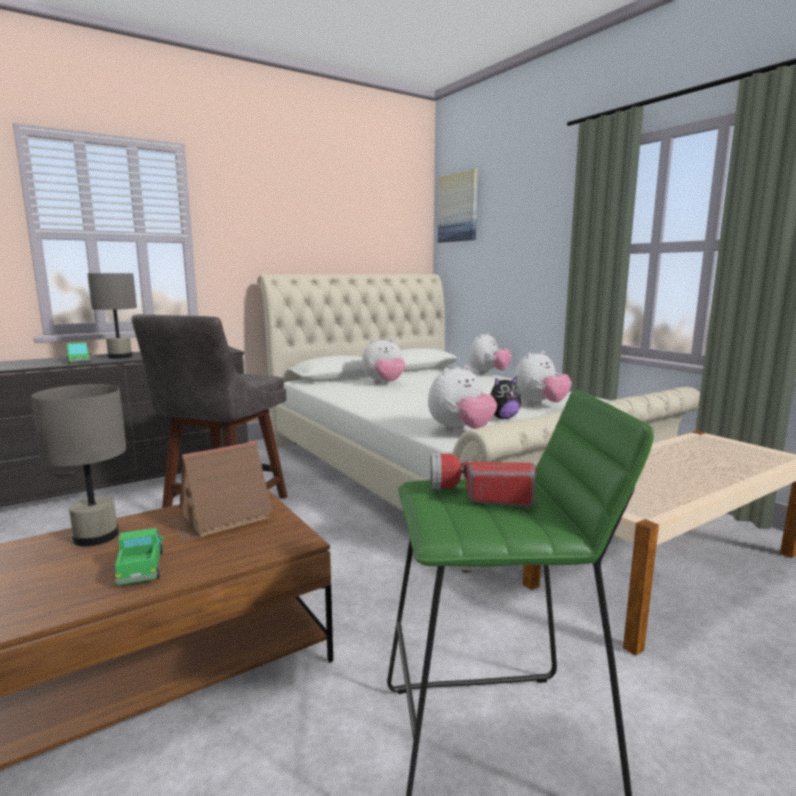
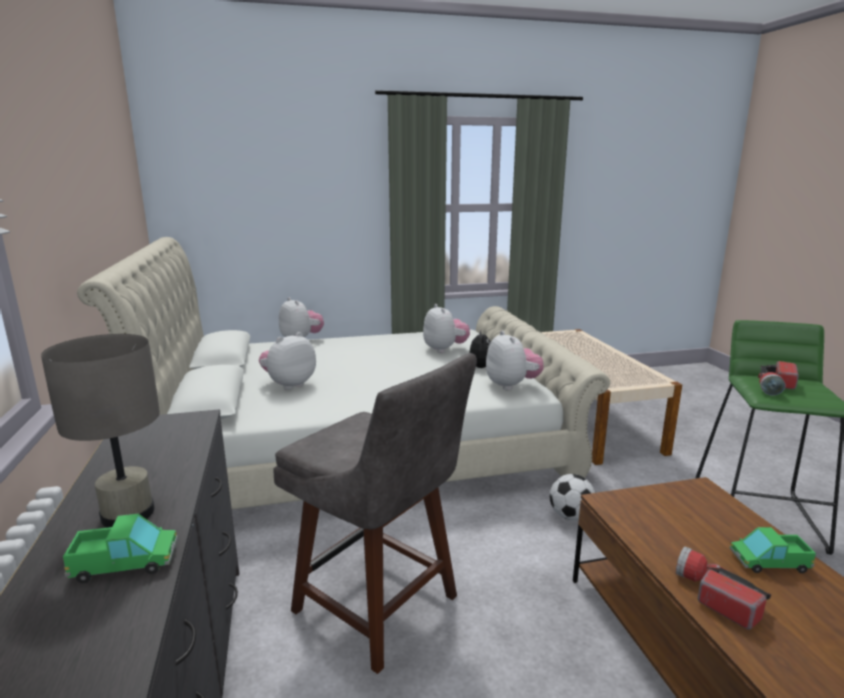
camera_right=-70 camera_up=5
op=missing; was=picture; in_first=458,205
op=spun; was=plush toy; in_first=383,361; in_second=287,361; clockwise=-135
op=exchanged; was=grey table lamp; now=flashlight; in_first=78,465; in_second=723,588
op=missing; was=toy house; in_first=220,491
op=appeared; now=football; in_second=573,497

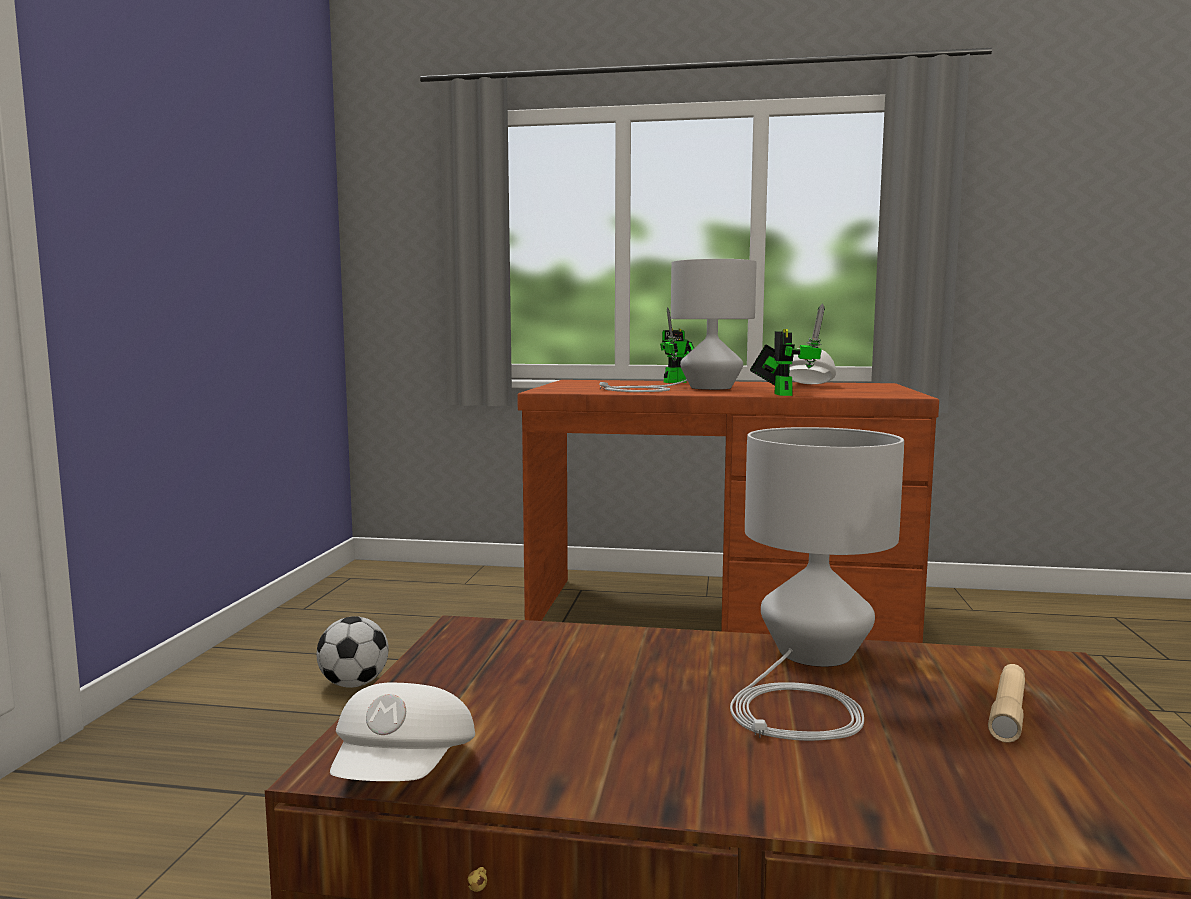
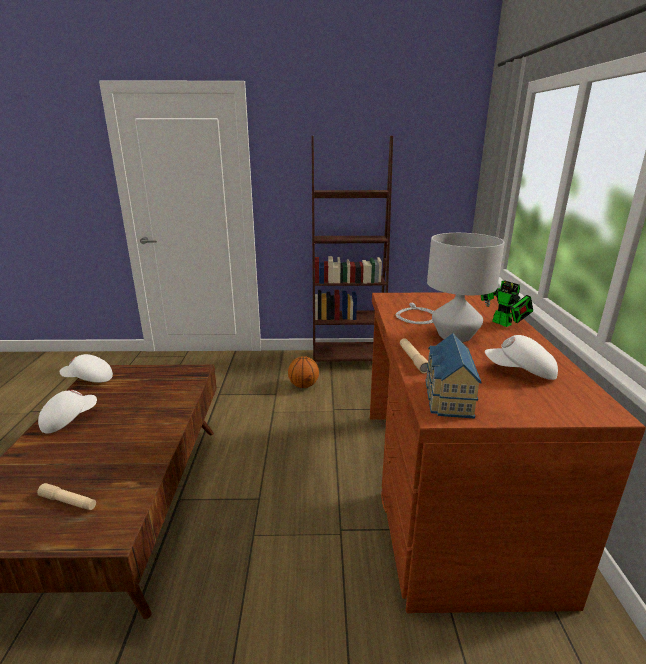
camera_right=80 camera_up=15
op=exchanged; was=toy robot; now=beige flashlight; in_first=787,349; in_second=414,356
op=missing; was=grey table lamp; in_first=817,584
op=exchanged; was=football; now=basketball; in_first=352,652; in_second=303,372
op=appeared; now=brown bookcase; in_second=352,249
op=appeared; now=toy house; in_second=453,376
op=appeared; now=white cap; in_second=67,412

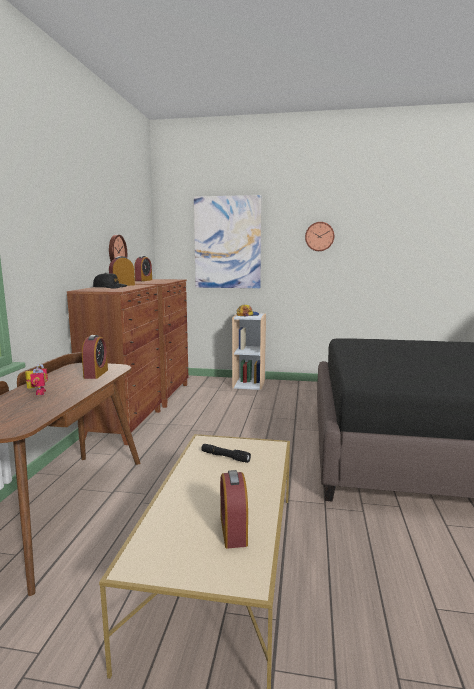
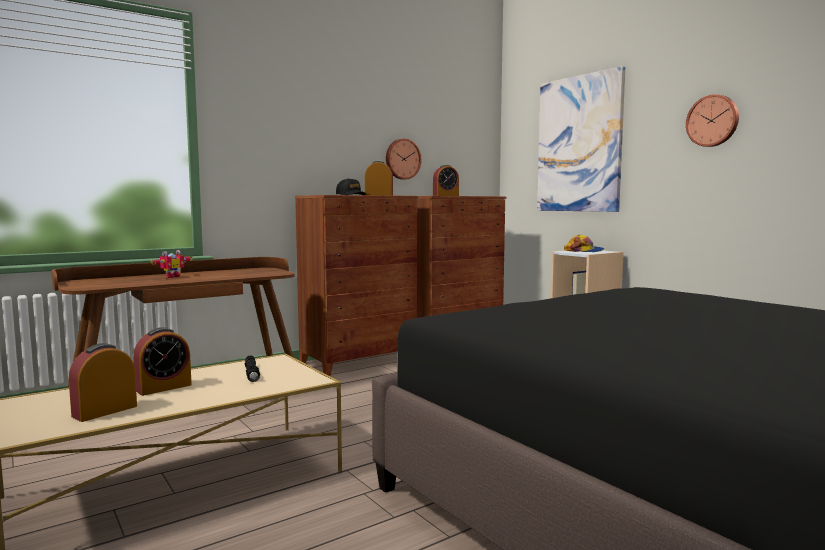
camera_right=45 camera_up=-5
op=relocated; was=alarm clock; in_first=95,357; in_second=162,361

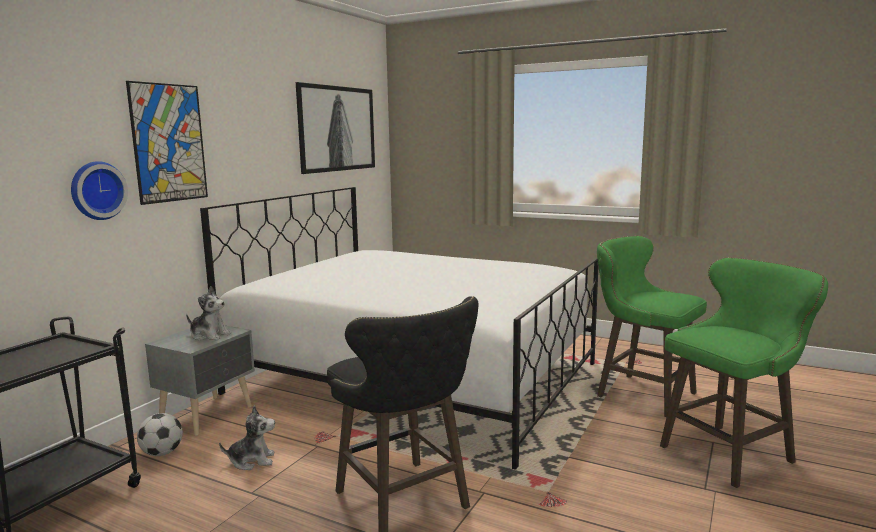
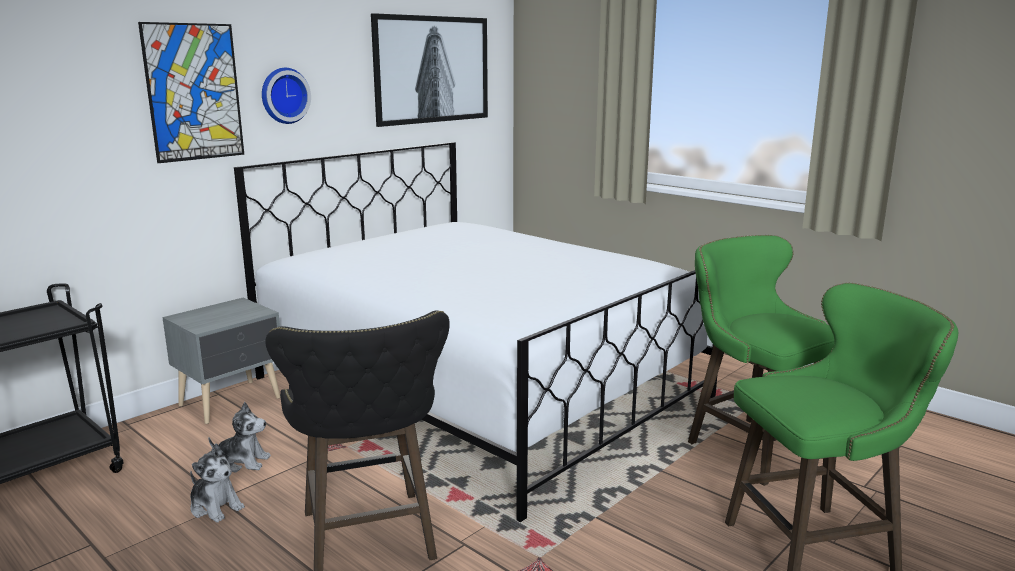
camera_right=15 camera_up=5
op=relocated; was=wall clock; in_first=99,190; in_second=286,96
op=relocated; was=plush toy; in_first=208,313; in_second=217,483
op=missing; was=football; in_first=160,434

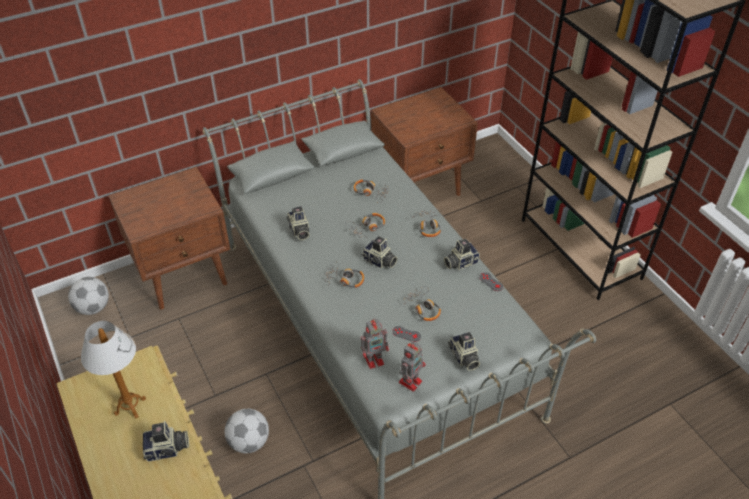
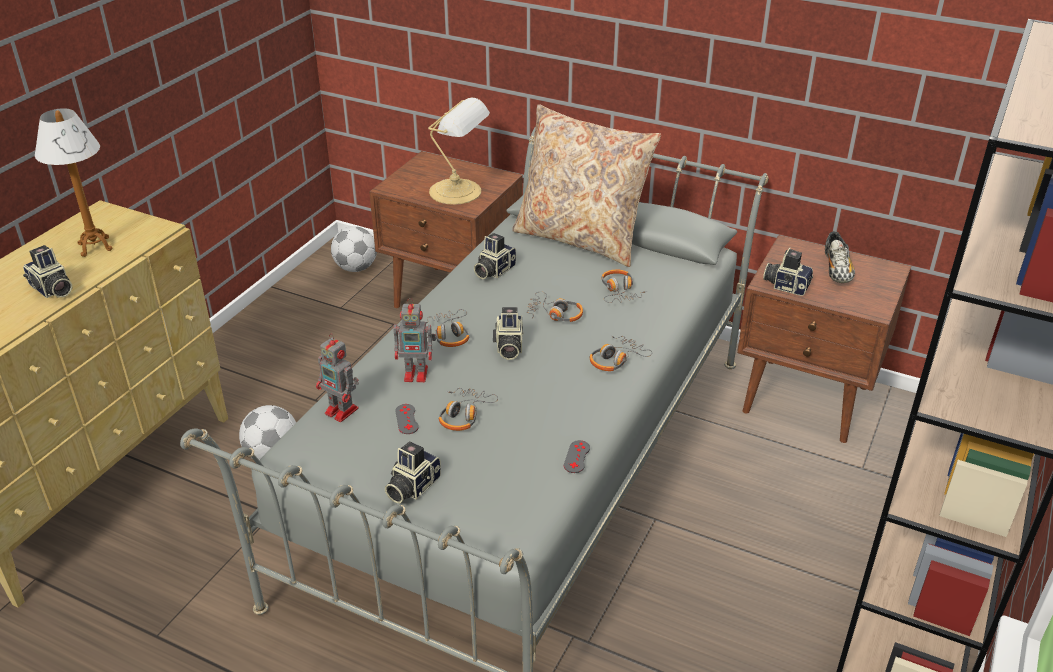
camera_right=55 camera_up=-10
op=relocated; was=photo camera; in_first=462,254; in_second=788,271
op=relocated; was=toy robot; in_first=412,366; in_second=414,340
op=appeared; now=table lamp; in_second=459,151
op=appeared; now=beige pillow; in_second=586,185
op=appeared; now=shoe; in_second=840,257

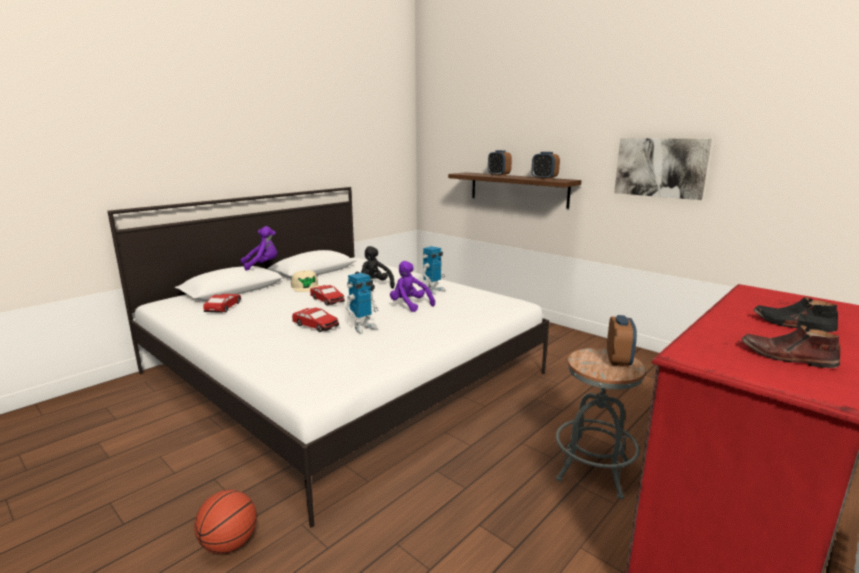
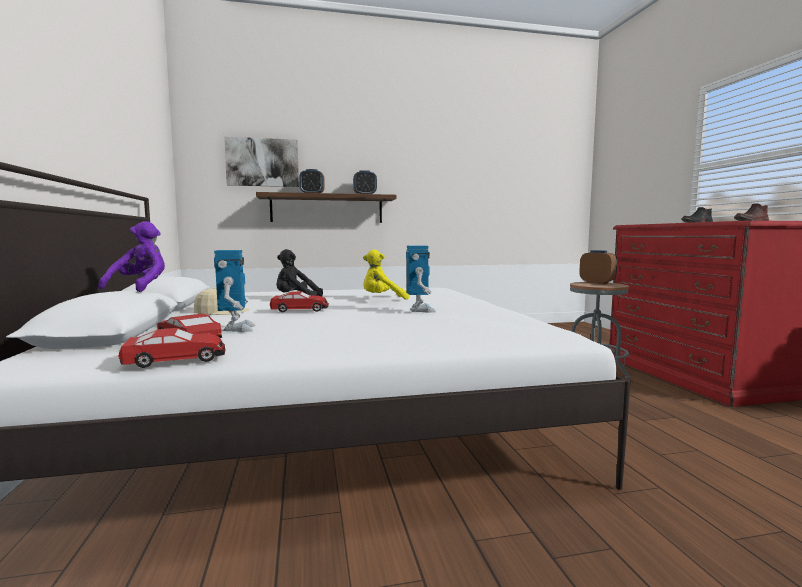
camera_right=-55 camera_up=-10
op=relocated; was=picture; in_first=663,169; in_second=261,161
op=relocated; was=toy robot; in_first=434,270; in_second=235,291
op=colour; was=purple plush toy; now=yellow plush toy; in_first=412,286; in_second=386,274
op=relocated; was=toy car; in_first=315,319; in_second=171,348
op=missing; was=basketball; in_first=225,522

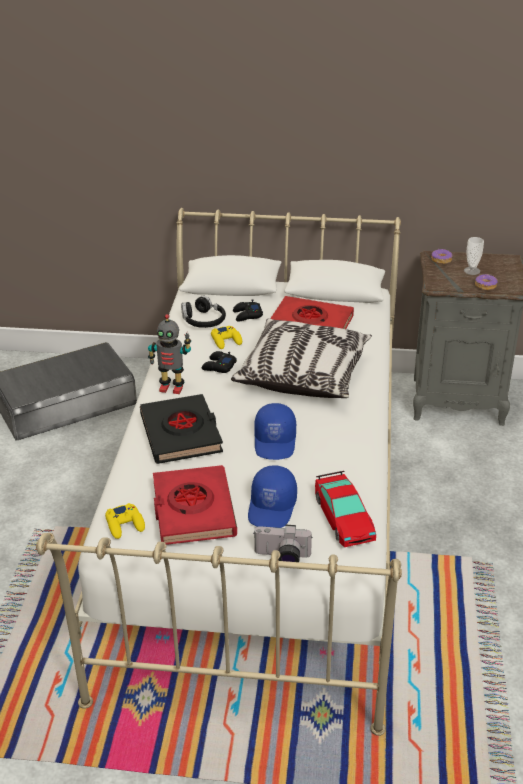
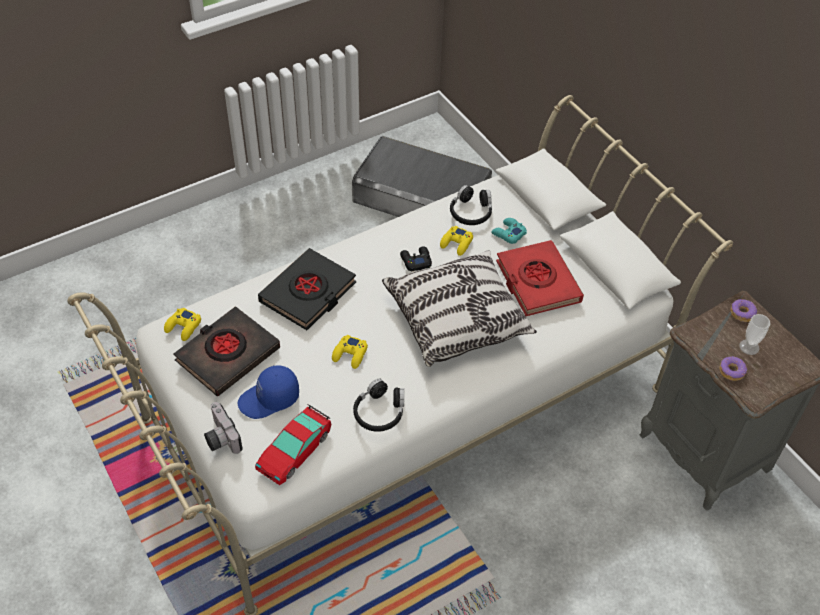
camera_right=50 camera_up=15
op=colour; was=black game controller; now=turquoise game controller; in_first=248,310; in_second=509,231
op=missing; was=toy robot; in_first=169,354
op=exchanged; was=blue cap; now=yellow game controller; in_first=275,431; in_second=350,352
op=colour; was=red book; now=black book; in_first=195,505; in_second=226,351
op=appeared; now=black headphones; in_second=378,405

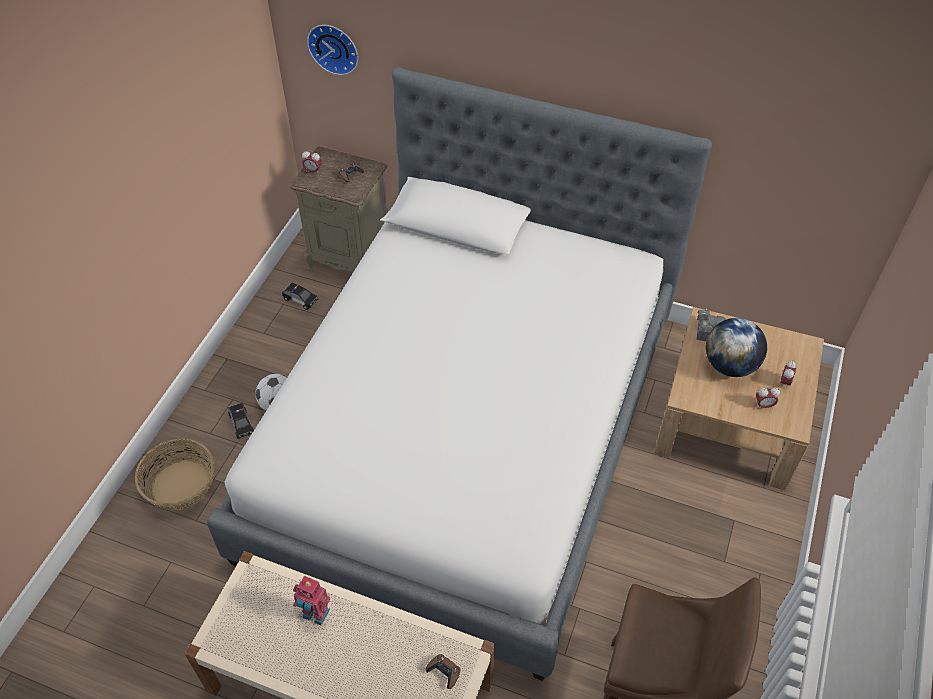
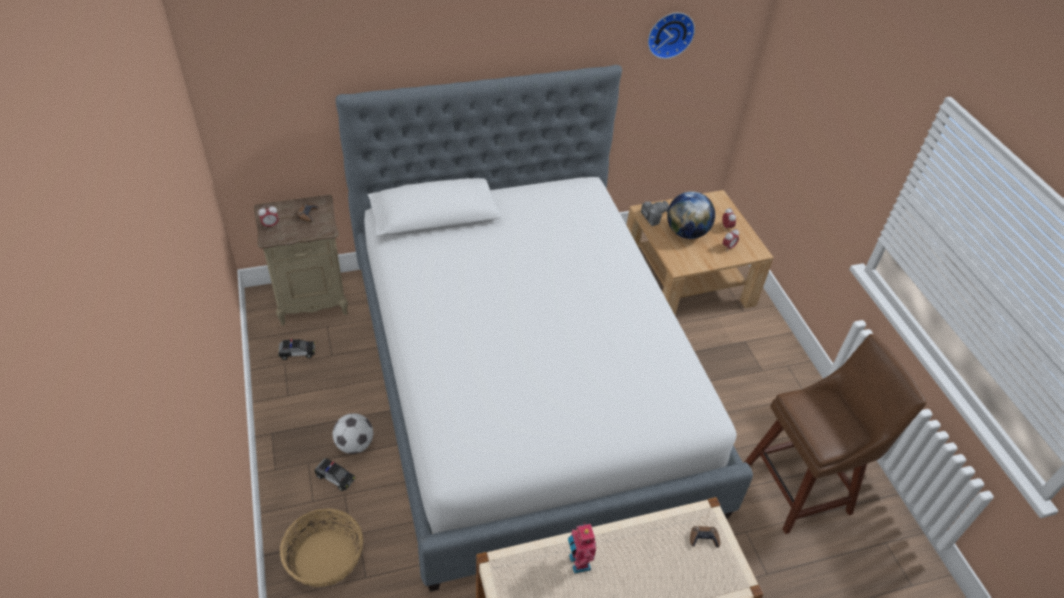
camera_right=-40 camera_up=-5
op=relocated; was=wall clock; in_first=332,50; in_second=671,35
op=spun; was=toy robot; in_first=311,601; in_second=582,548; clockwise=90

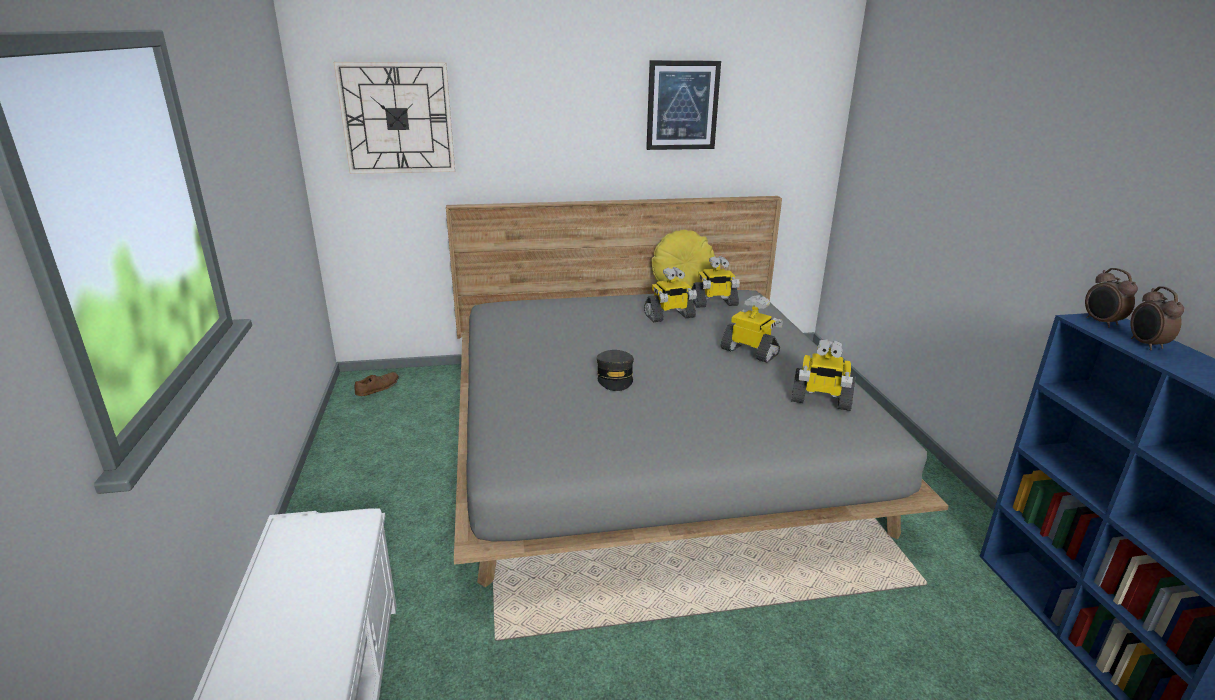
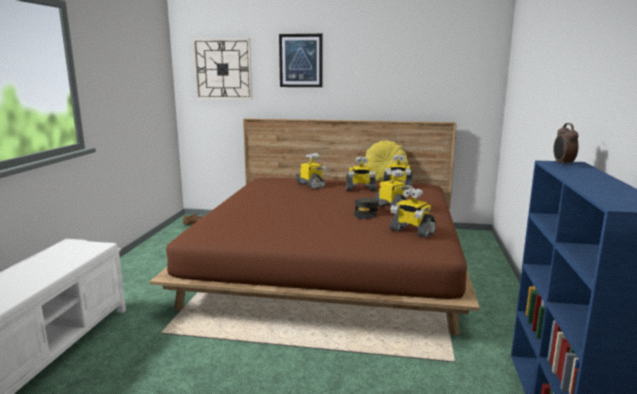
camera_right=20 camera_up=-10
op=relocated; was=picture; in_first=683,105; in_second=301,60
op=colour; was=grey bed; now=brown bed; in_first=697,391; in_second=314,227
op=missing; was=alarm clock; in_first=1157,318
op=relocated; was=grey cap; in_first=615,370; in_second=366,208
op=appeared; now=toy robot; in_second=312,171

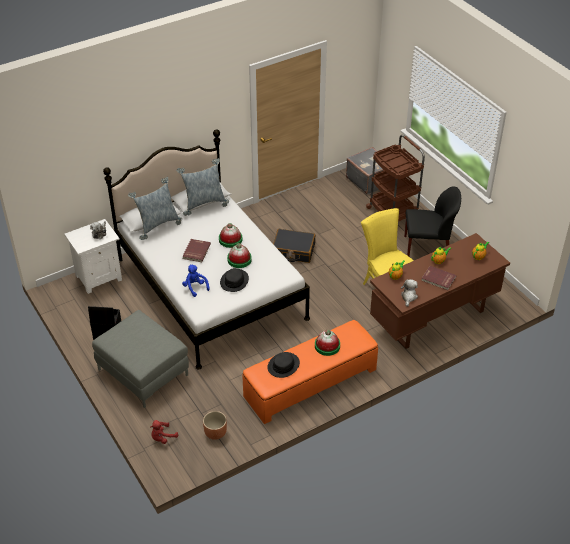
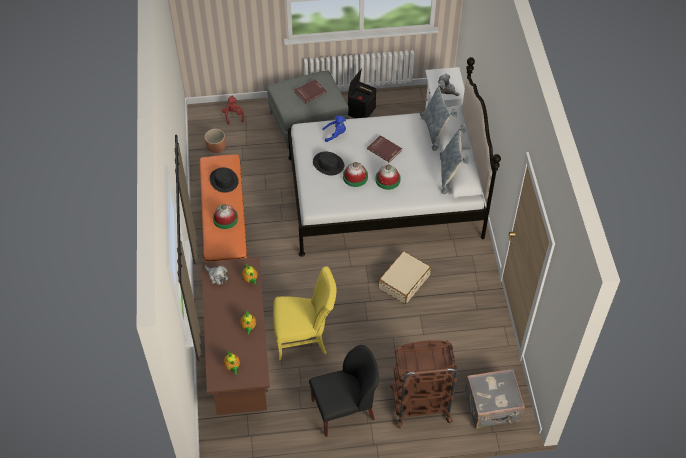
camera_right=115 camera_up=10
op=spun; was=black chair; in_first=432,221; in_second=344,391; clockwise=-135
op=colour; was=black suitcase; now=beige suitcase; in_first=294,246; in_second=404,277
op=relocated; was=red book; in_first=439,278; in_second=310,91

